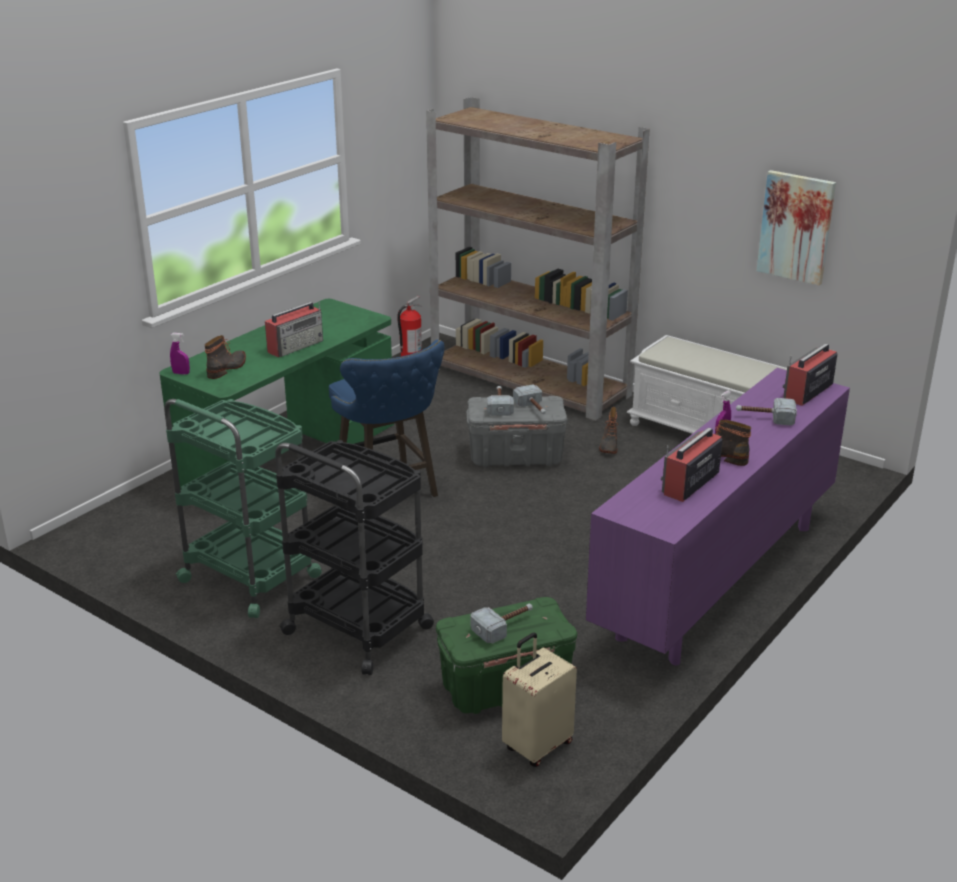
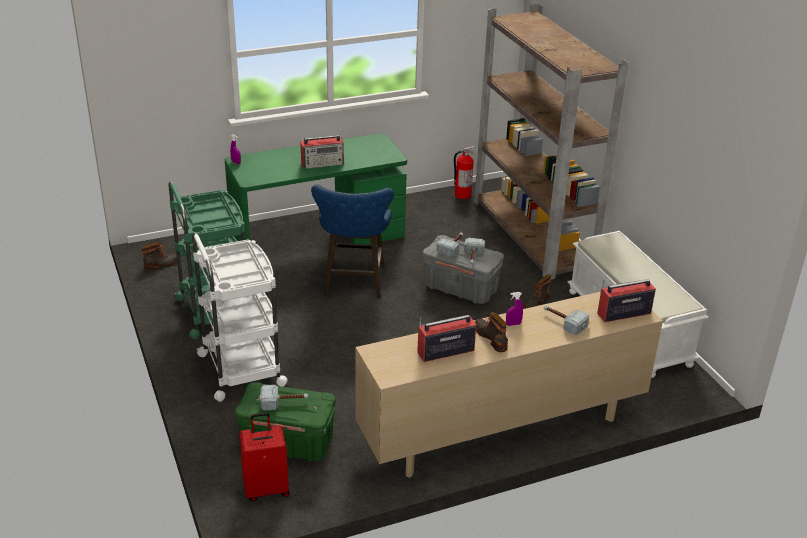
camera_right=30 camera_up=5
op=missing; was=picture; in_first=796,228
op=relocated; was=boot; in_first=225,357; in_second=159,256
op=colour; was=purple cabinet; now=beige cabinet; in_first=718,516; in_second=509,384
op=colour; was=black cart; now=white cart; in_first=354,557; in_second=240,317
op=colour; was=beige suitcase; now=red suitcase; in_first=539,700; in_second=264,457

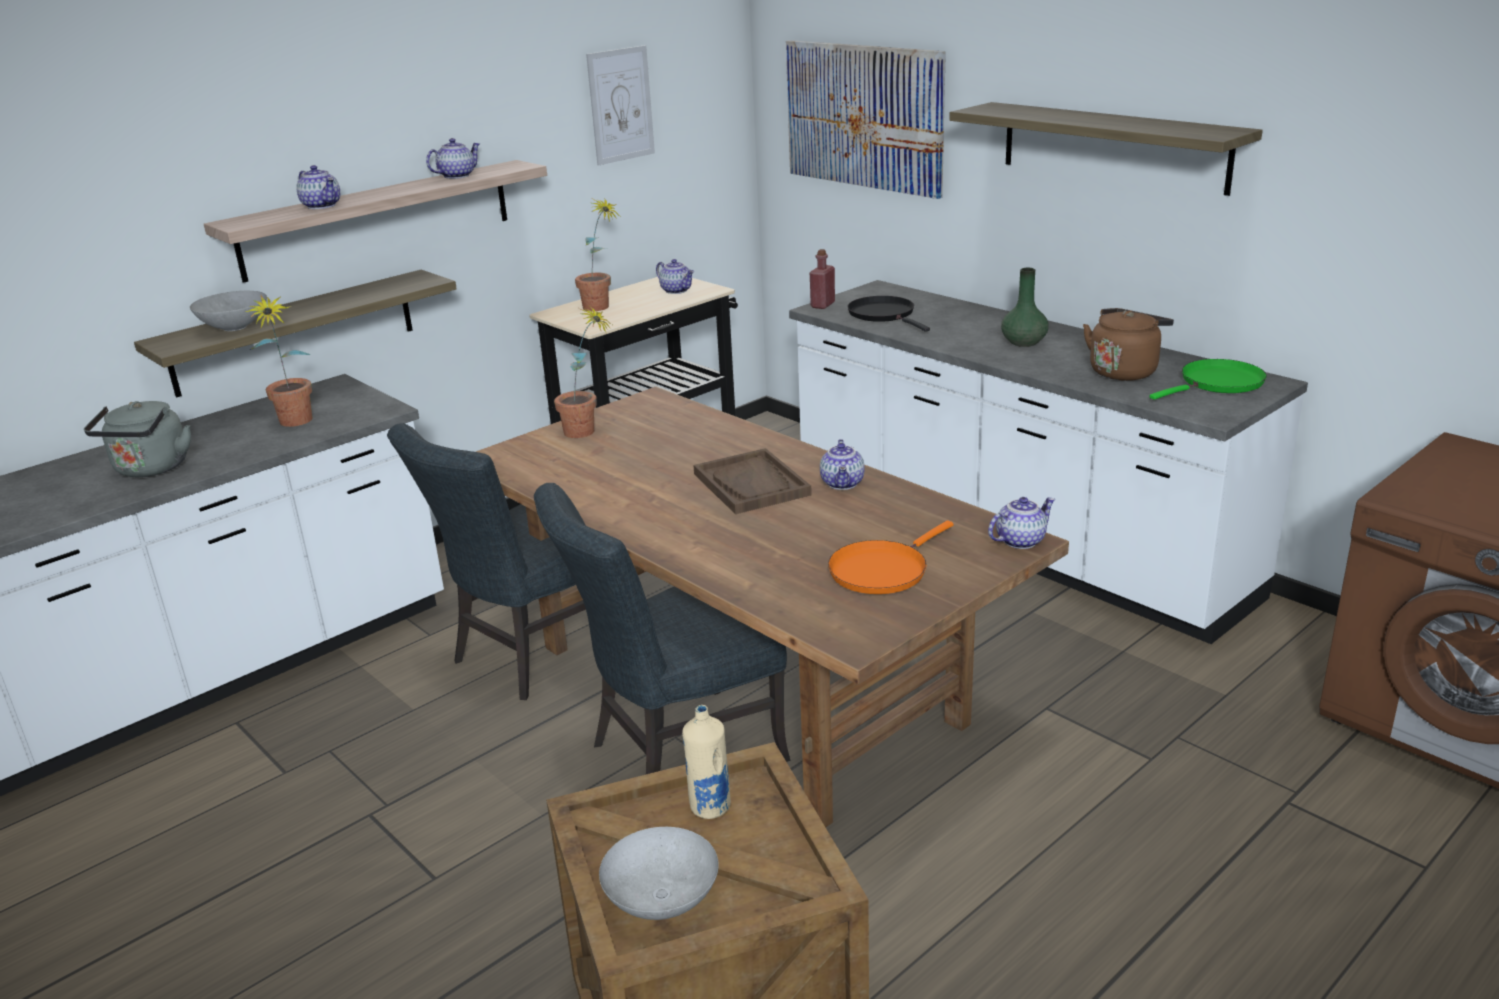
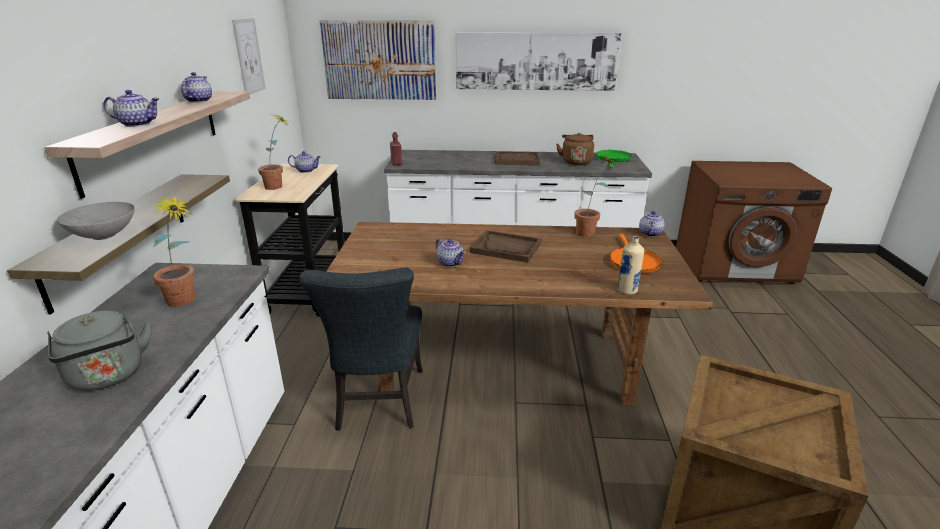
camera_right=-45 camera_up=0
op=exchanged; was=shelf; now=picture; in_first=1106,149; in_second=538,61
op=exchanged; was=green vase; now=brown tray; in_first=1025,307; in_second=517,158
op=missing; was=black frying pan; in_first=888,314
op=relocated; was=potted plant; in_first=583,372; in_second=595,196
op=relocated; was=teapot; in_first=842,464; in_second=450,252
op=missing; was=grey chair; in_first=662,628
op=relocated; was=beige bottle; in_first=706,762; in_second=630,265
op=missing; was=grey bowl; in_first=659,873

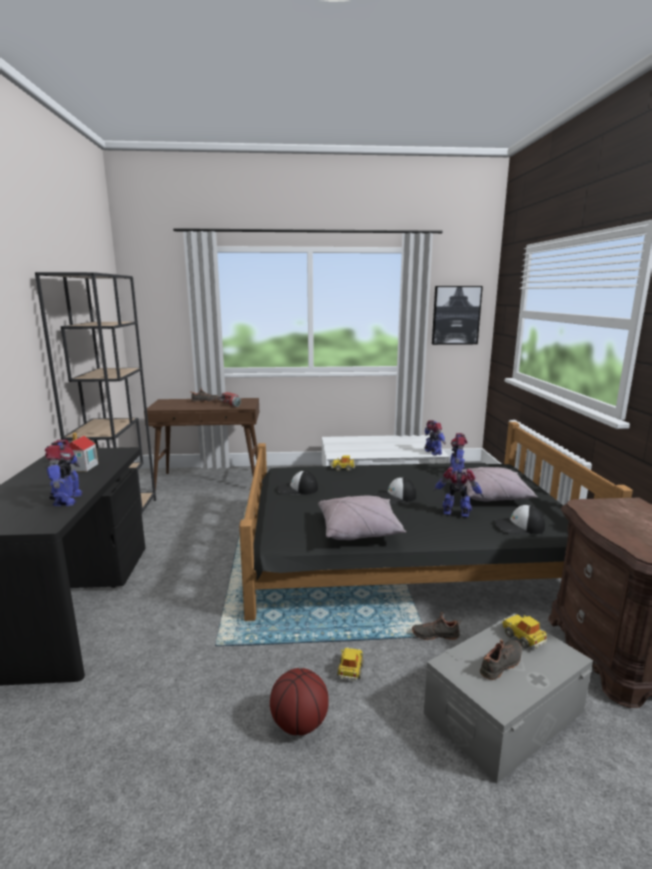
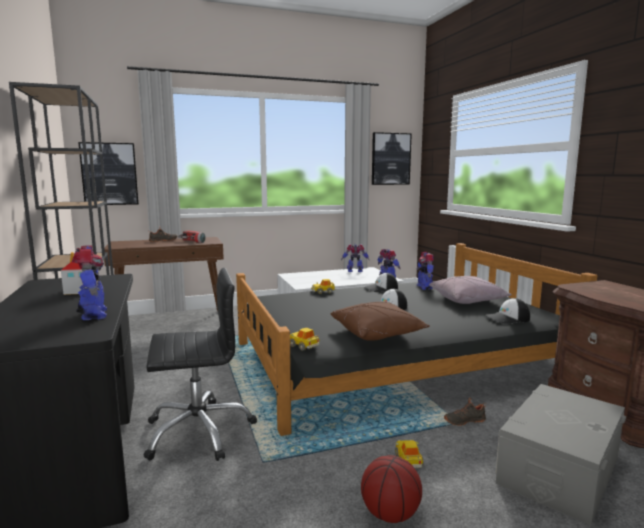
camera_right=-15 camera_up=-5
op=relocated; was=toy robot; in_first=458,492; in_second=355,258
op=relocated; was=cap; in_first=297,483; in_second=381,282
op=colour; was=purple pillow; now=brown pillow; in_first=362,518; in_second=380,321
op=relocated; was=toy car; in_first=524,631; in_second=304,339
op=missing; was=black shoe; in_first=501,659
op=appeared; now=picture; in_second=108,173
op=appeared; now=black office chair; in_second=200,364

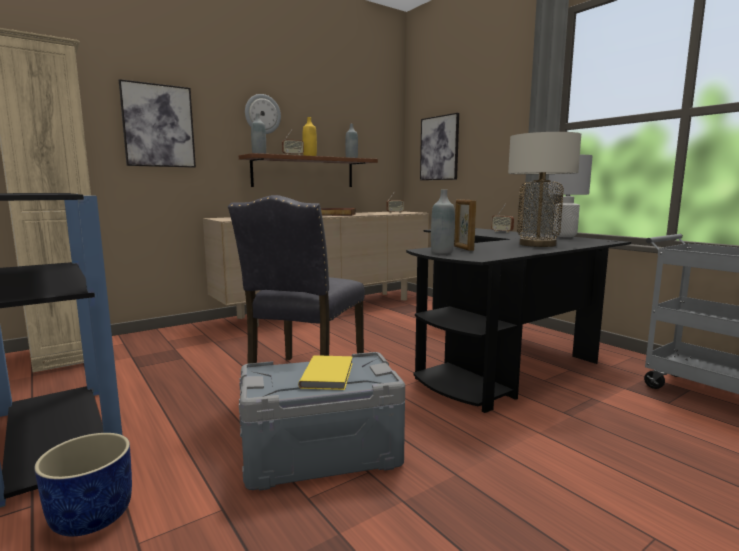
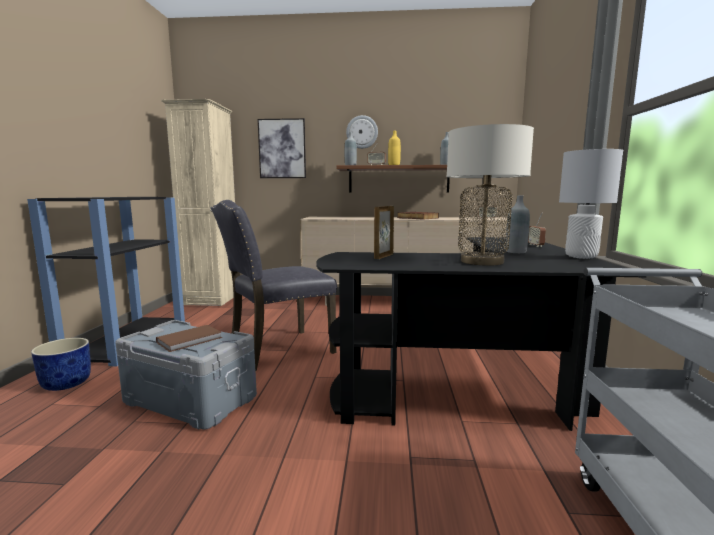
camera_right=40 camera_up=0
op=missing; was=picture; in_first=439,146
op=relocated; was=grey bottle; in_first=443,222; in_second=518,224
op=colour; was=yellow book; now=brown book; in_first=325,372; in_second=189,338

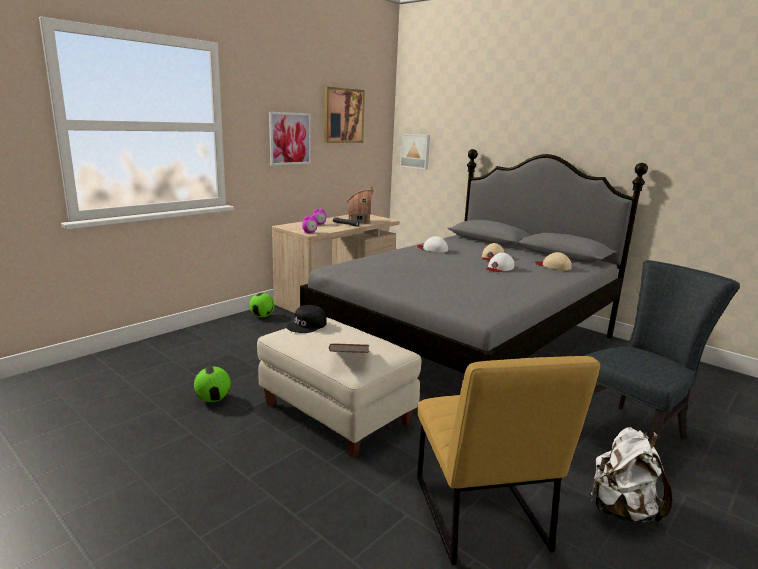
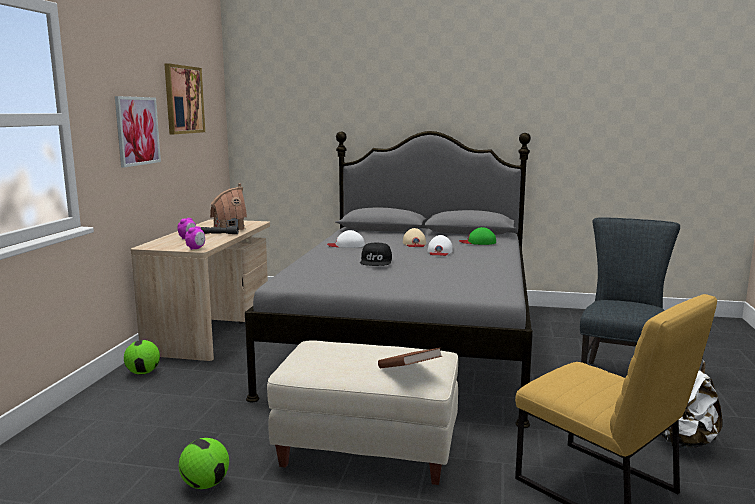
camera_right=-30 camera_up=-5
op=missing; was=picture; in_first=415,151
op=colour; was=beige cap; now=green cap; in_first=553,261; in_second=477,236
op=relocated; was=black cap; in_first=306,319; in_second=376,254

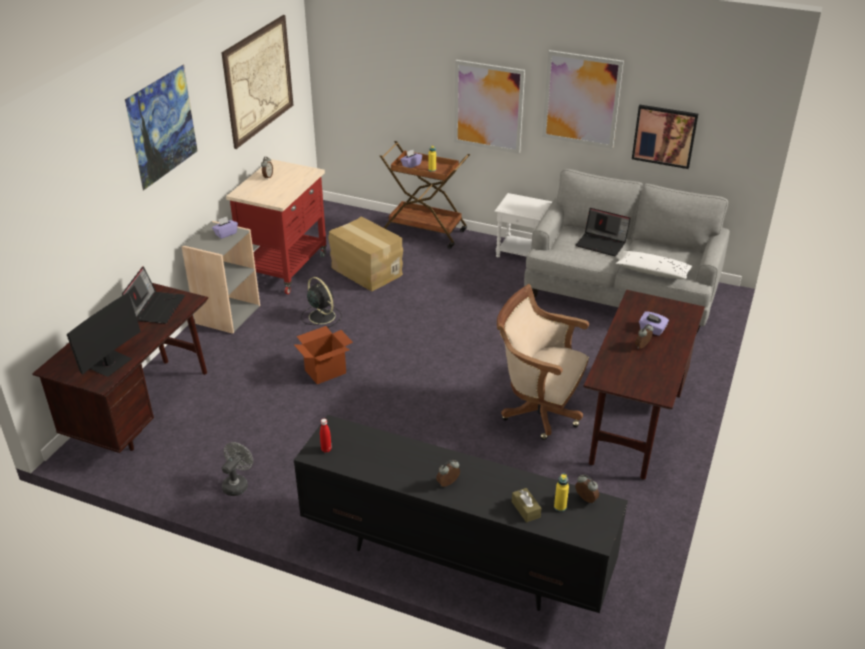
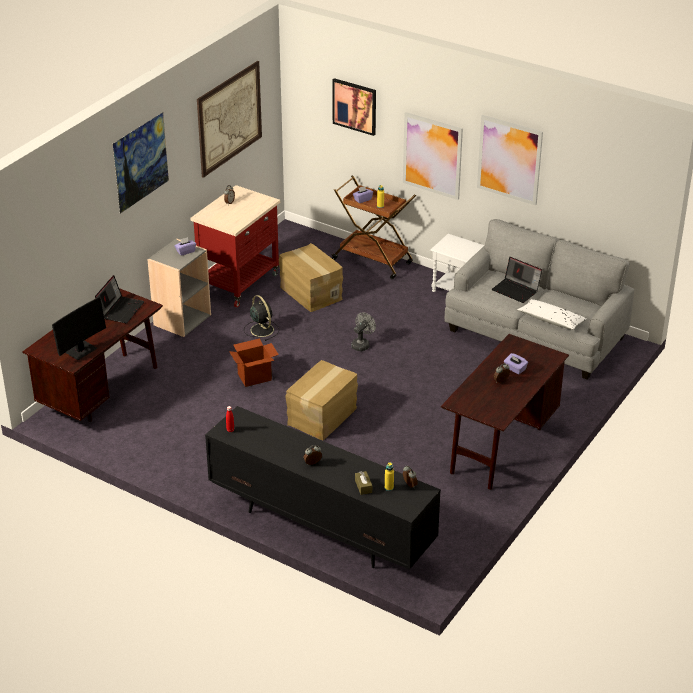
camera_right=10 camera_up=0
op=relocated; was=picture; in_first=665,137; in_second=354,107
op=missing; was=office chair; in_first=543,362
op=relocated; was=grey fan; in_first=237,469; in_second=363,331
op=appeared; now=cardboard box; in_second=321,400

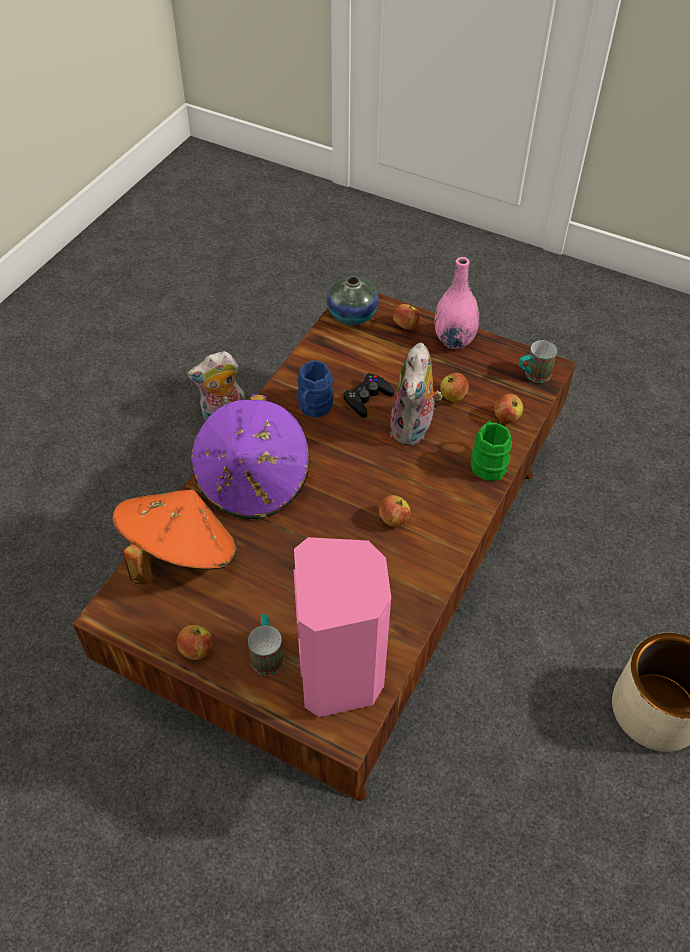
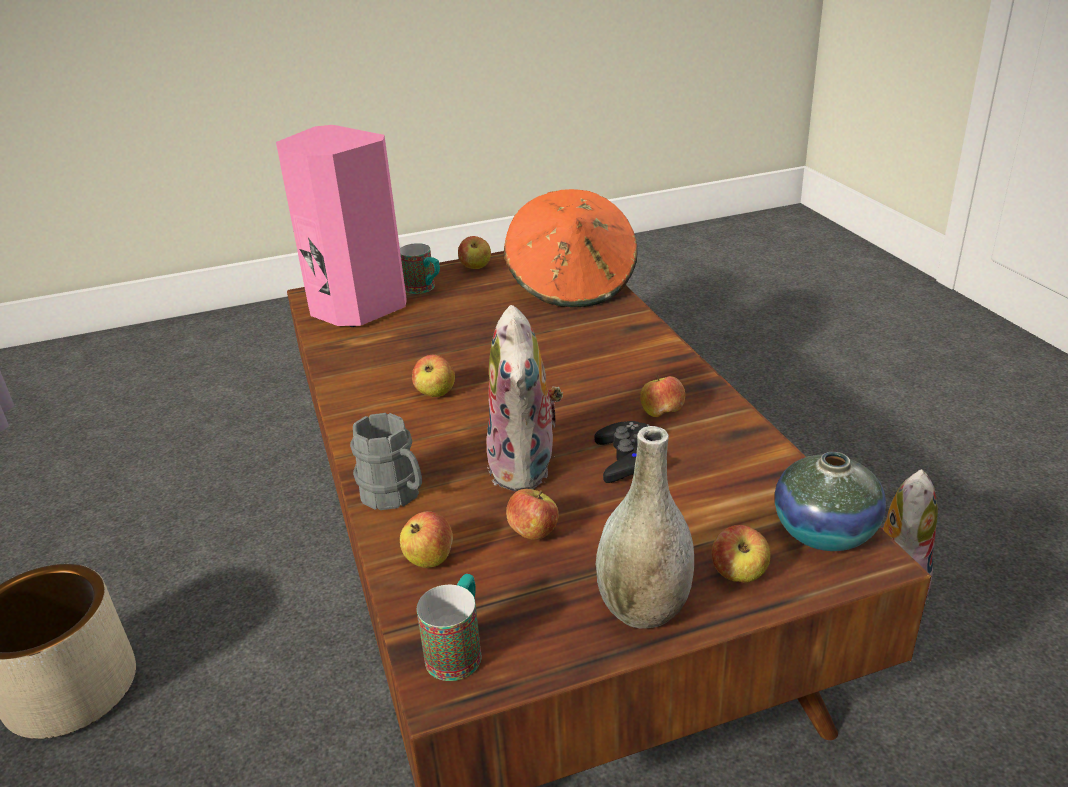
camera_right=135 camera_up=-20
op=colour; was=pink vase; now=grey vase; in_first=457,303; in_second=645,527
op=spun; was=plush toy; in_first=416,394; in_second=525,398; clockwise=-150
op=exchanged; was=blue mug; now=apple; in_first=315,389; in_second=662,396
op=missing; was=purple hat; in_first=250,456
op=colour; was=green mug; now=grey mug; in_first=491,451; in_second=386,461

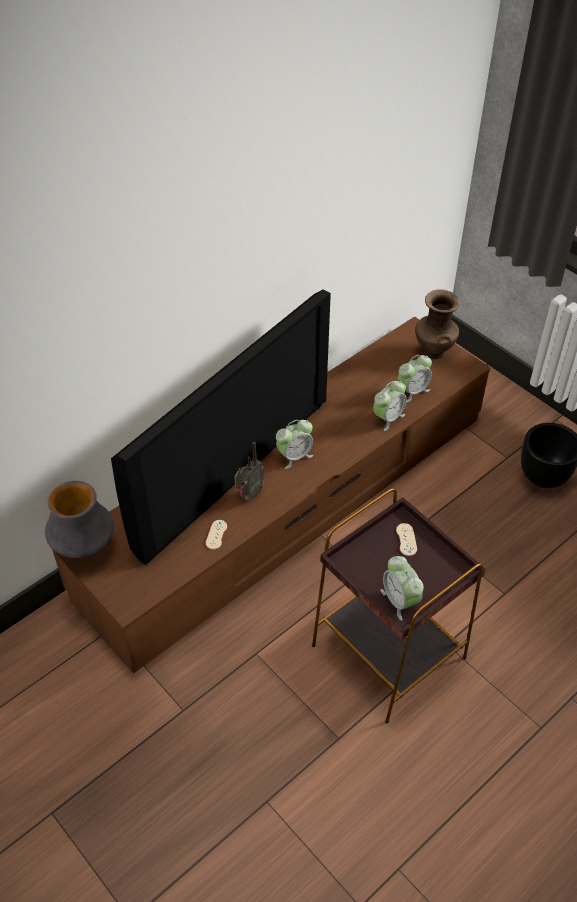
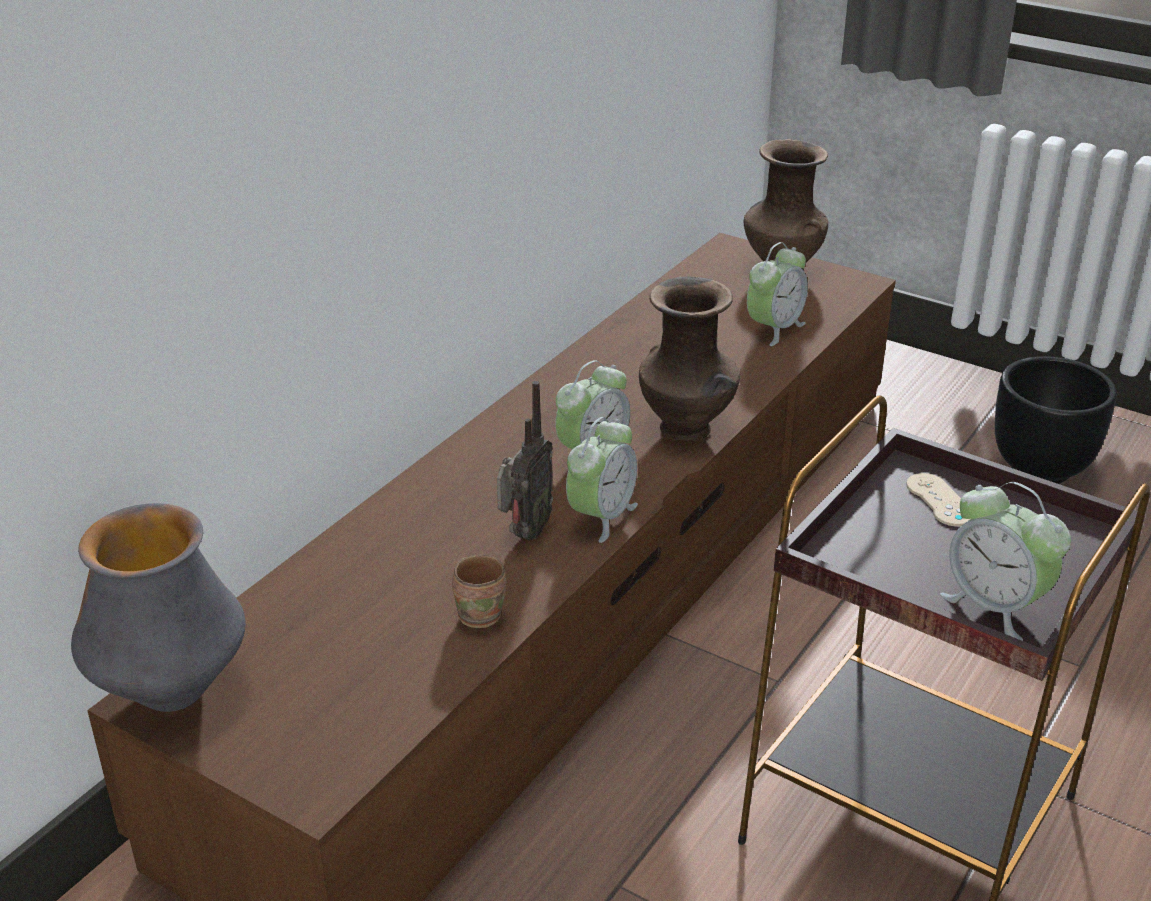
camera_right=-15 camera_up=-15
op=missing; was=television; in_first=221,427
op=relocated; was=alarm clock; in_first=390,406; in_second=602,480
op=exchanged; was=beige game controller; now=brown mug; in_first=216,535; in_second=479,591
op=appeared; now=brown vase; in_second=689,359

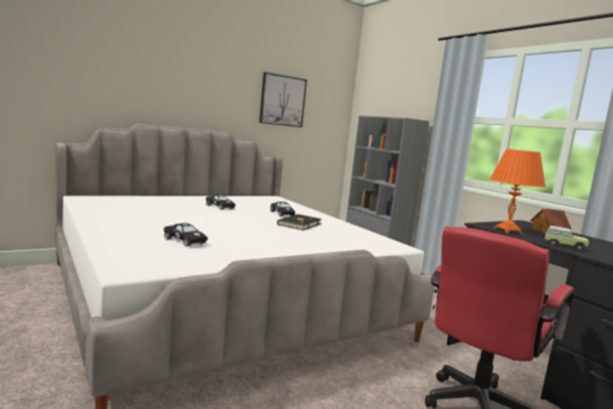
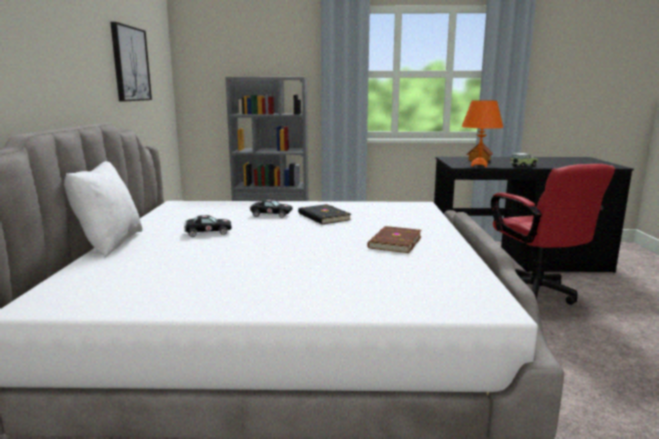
camera_right=-55 camera_up=5
op=missing; was=black toy car; in_first=186,235
op=appeared; now=white pillow; in_second=103,209
op=appeared; now=brown book; in_second=394,239

